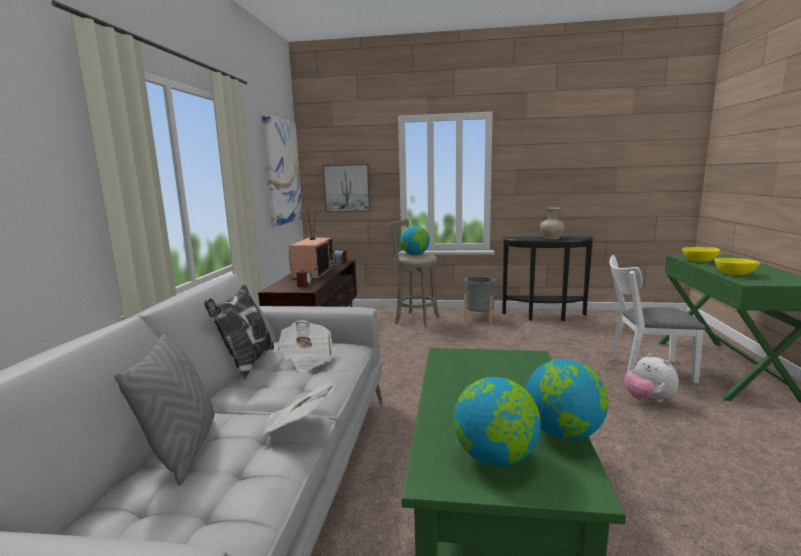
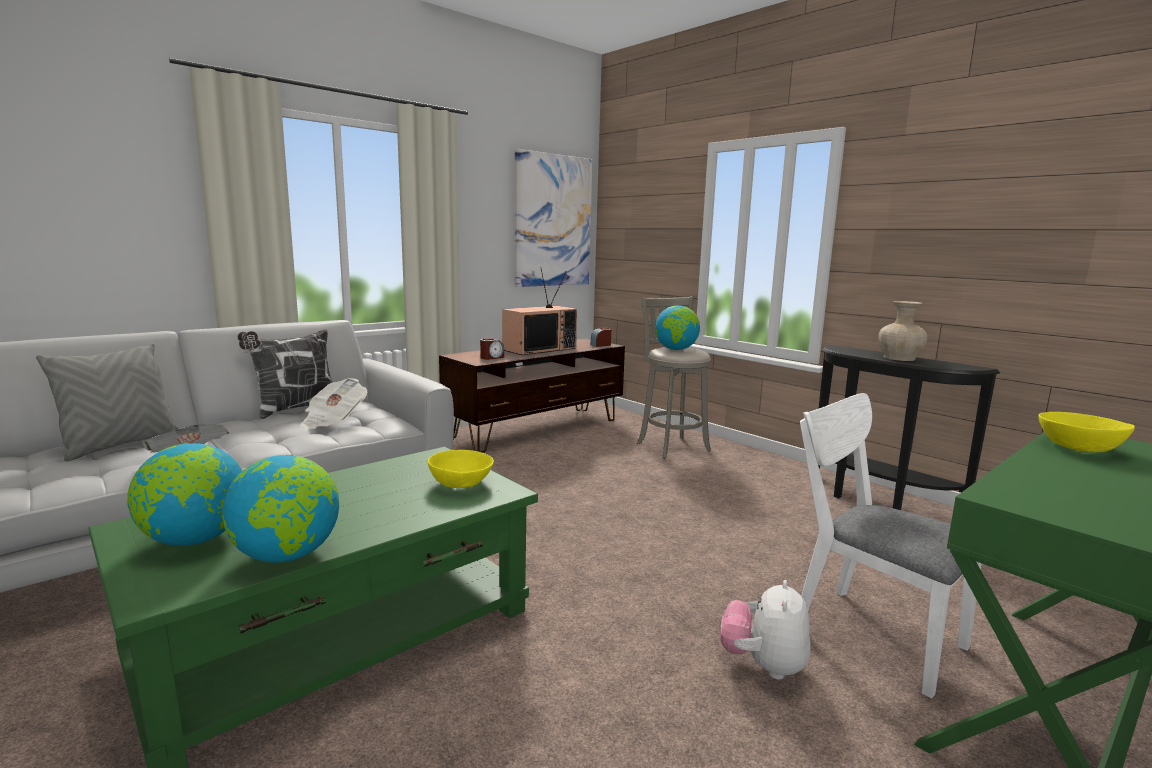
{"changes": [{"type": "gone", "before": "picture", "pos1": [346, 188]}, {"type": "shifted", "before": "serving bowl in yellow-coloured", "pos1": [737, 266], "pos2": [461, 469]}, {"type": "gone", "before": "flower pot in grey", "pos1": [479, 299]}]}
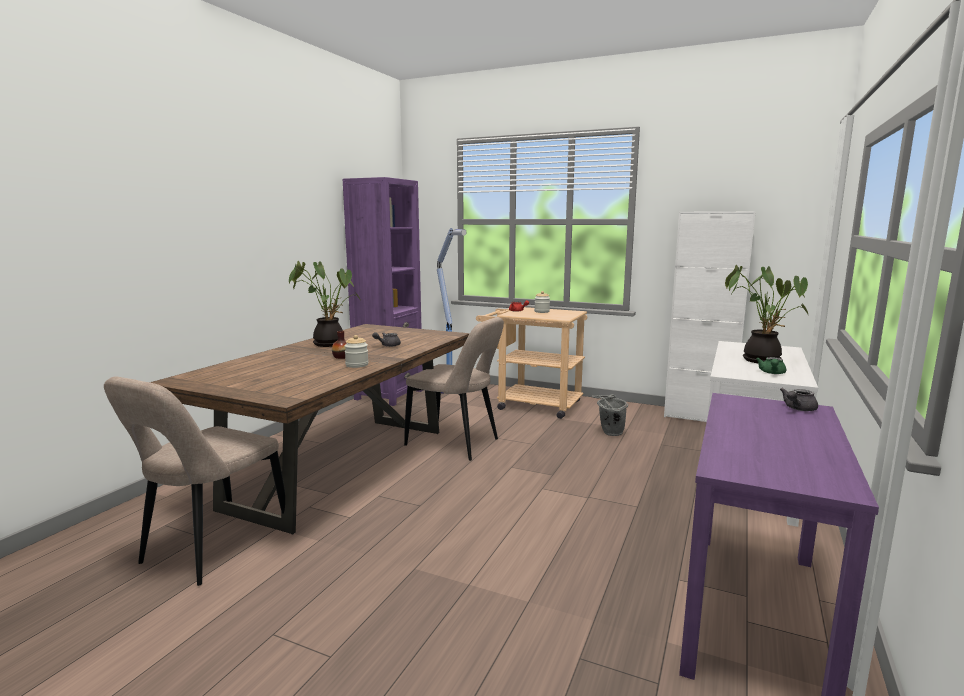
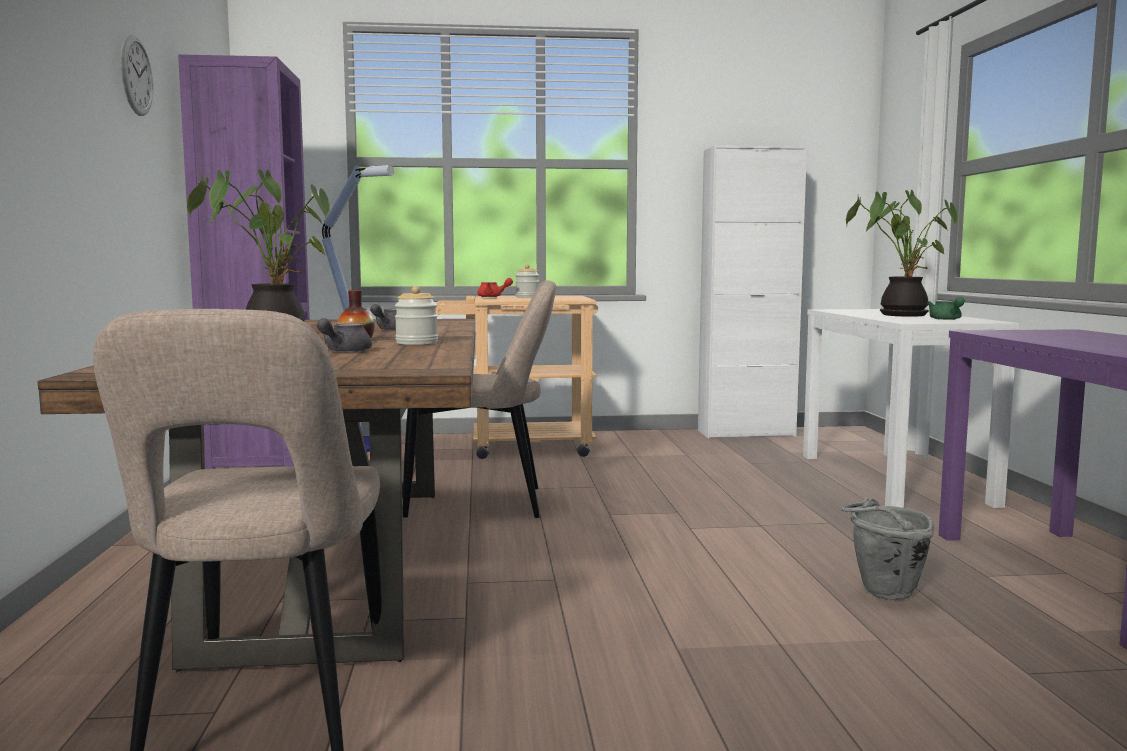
{"changes": [{"type": "shifted", "before": "tea pot in grey", "pos1": [799, 399], "pos2": [344, 335]}, {"type": "shifted", "before": "pail in grey", "pos1": [610, 415], "pos2": [887, 549]}, {"type": "new", "after": "clock on the wall", "pos2": [136, 75]}]}
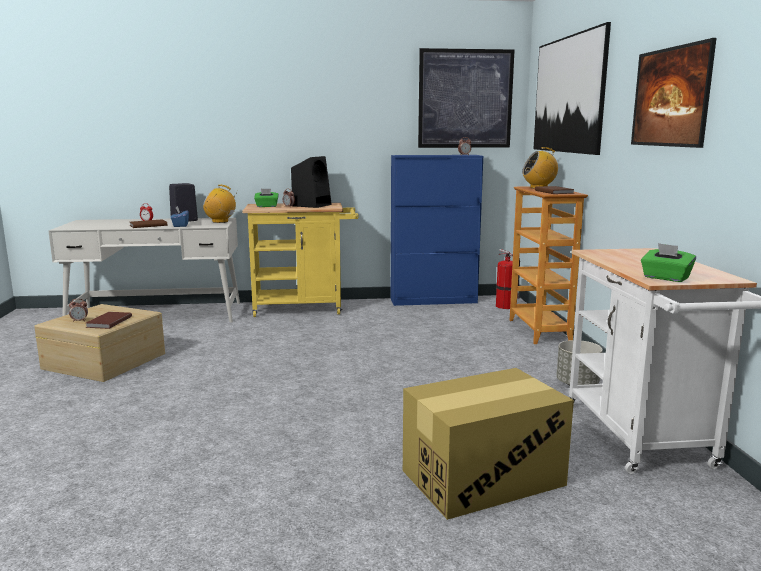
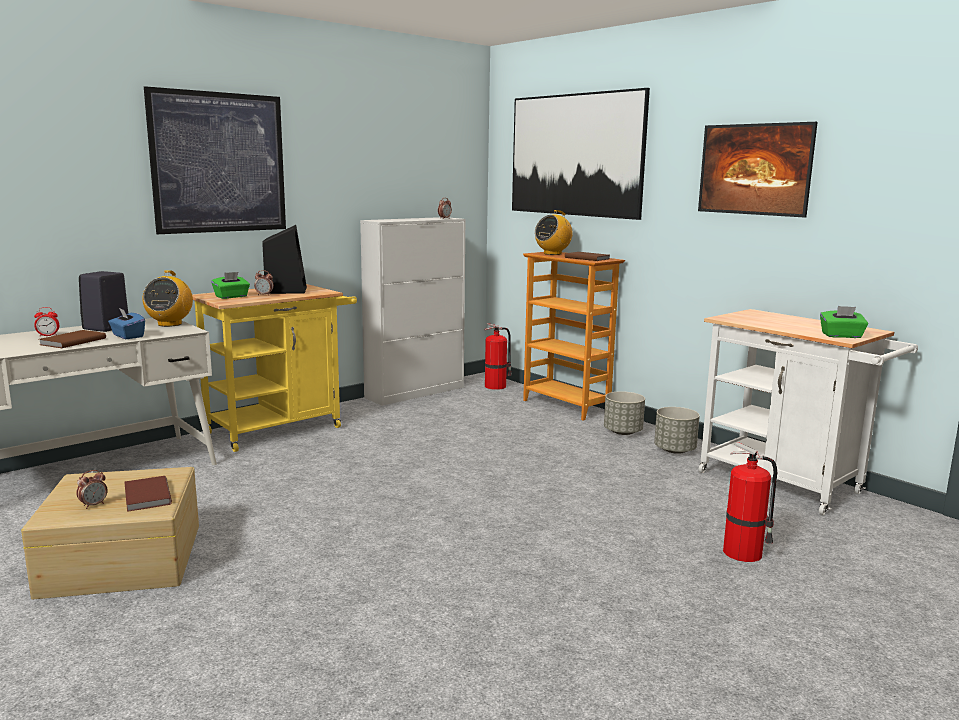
{"changes": [{"type": "shifted", "before": "picture", "pos1": [466, 98], "pos2": [215, 160]}, {"type": "repainted", "before": "cupboard in blue", "after": "cupboard in white", "pos1": [437, 230], "pos2": [413, 311]}, {"type": "rotated", "before": "radio", "pos1": [219, 204], "pos2": [167, 298], "turn": -60}, {"type": "swapped", "before": "cardboard box", "after": "extinguisher", "pos1": [488, 444], "pos2": [750, 502]}, {"type": "new", "after": "flower pot in grey", "pos2": [624, 413]}]}
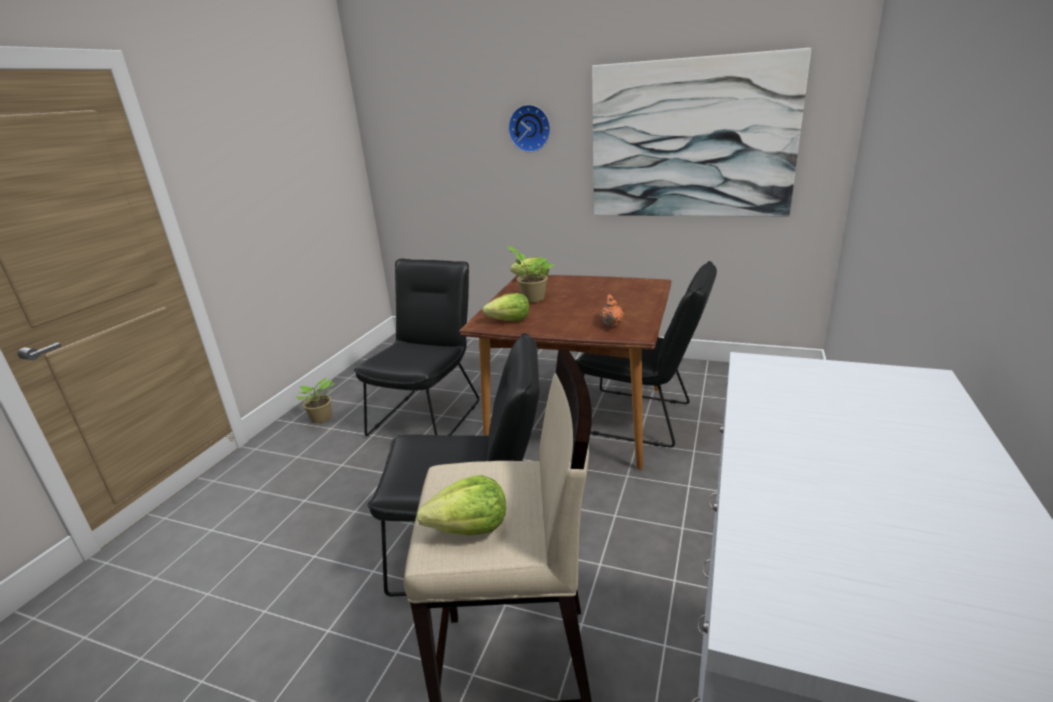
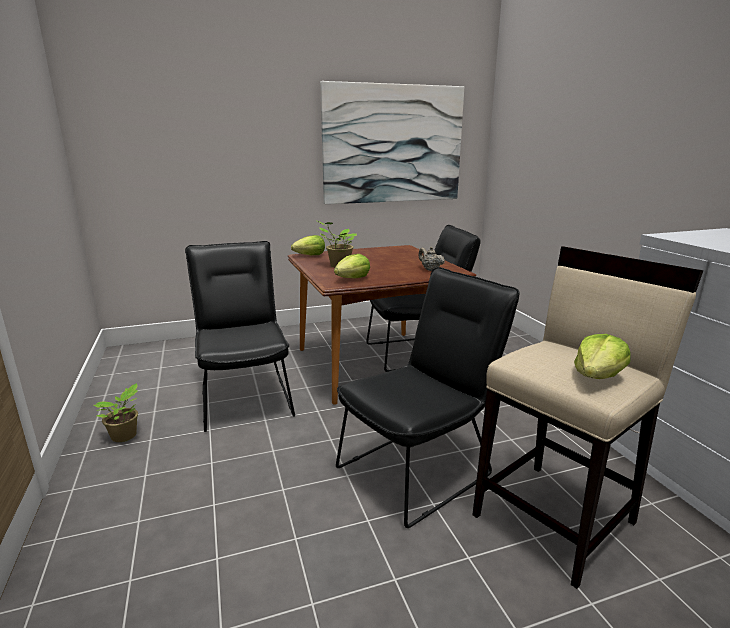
{"changes": [{"type": "gone", "before": "clock on the wall", "pos1": [529, 128]}, {"type": "repainted", "before": "tea pot in orangey", "after": "tea pot in sand-coloured", "pos1": [612, 311], "pos2": [431, 259]}]}
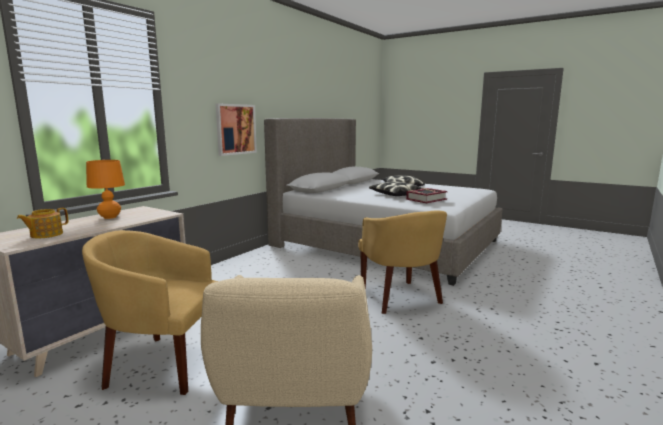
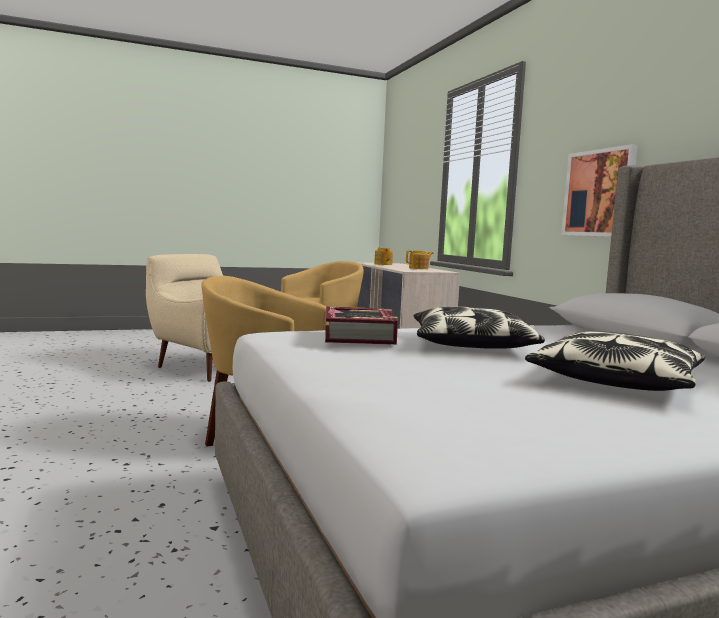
{"changes": [{"type": "swapped", "before": "tabletop lamp in orangey", "after": "tea pot", "pos1": [105, 189], "pos2": [419, 259]}]}
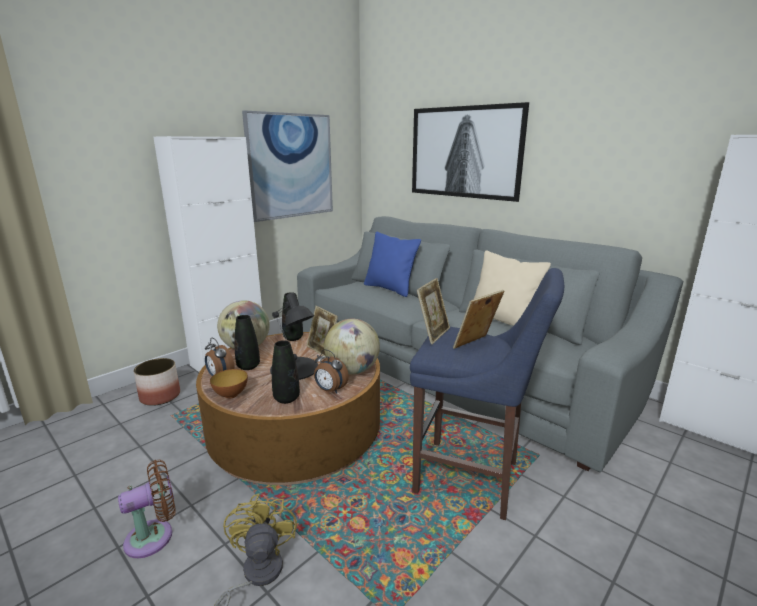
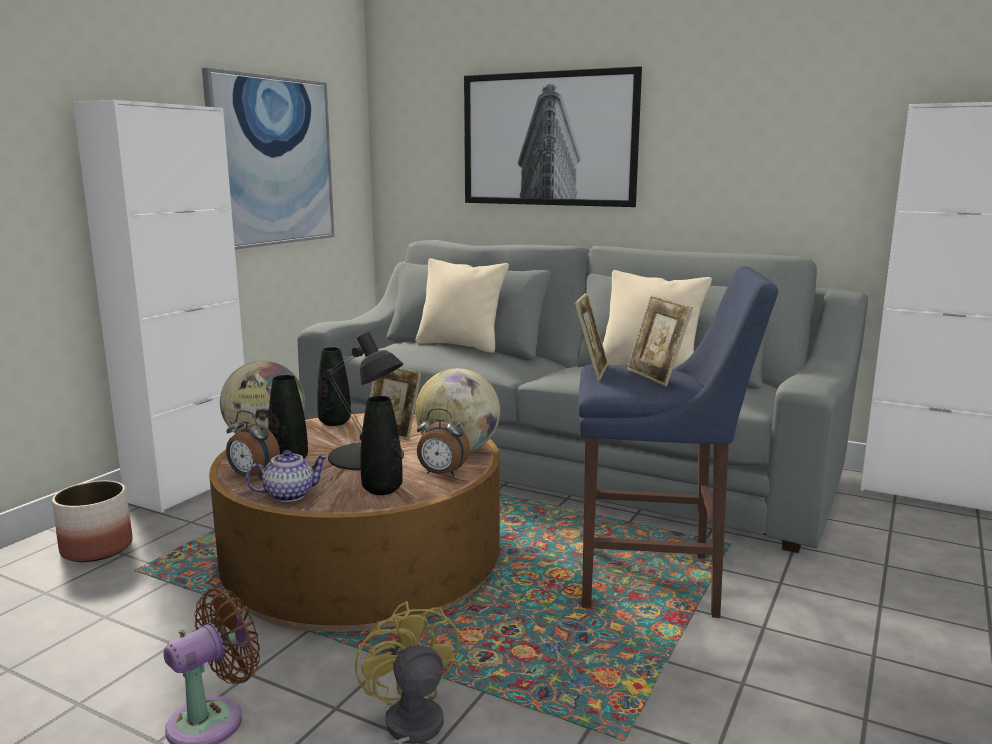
{"changes": [{"type": "repainted", "before": "cushion in blue", "after": "cushion in sand-coloured", "pos1": [392, 264], "pos2": [462, 305]}, {"type": "rotated", "before": "picture frame", "pos1": [478, 319], "pos2": [660, 340], "turn": -60}, {"type": "swapped", "before": "serving bowl", "after": "tea pot", "pos1": [229, 384], "pos2": [287, 476]}]}
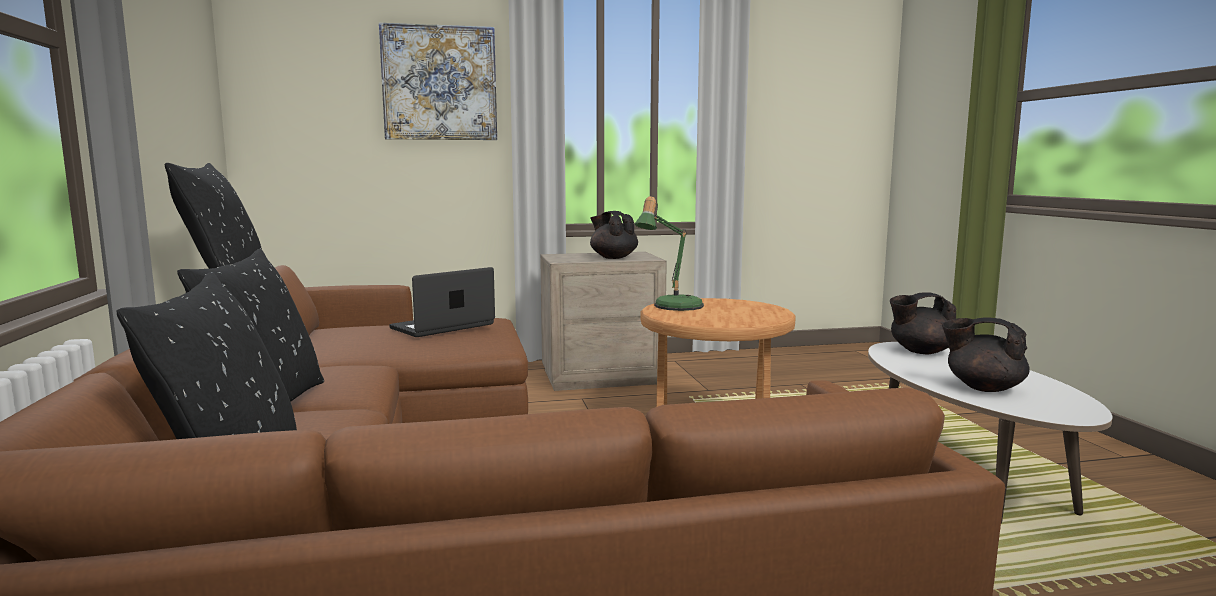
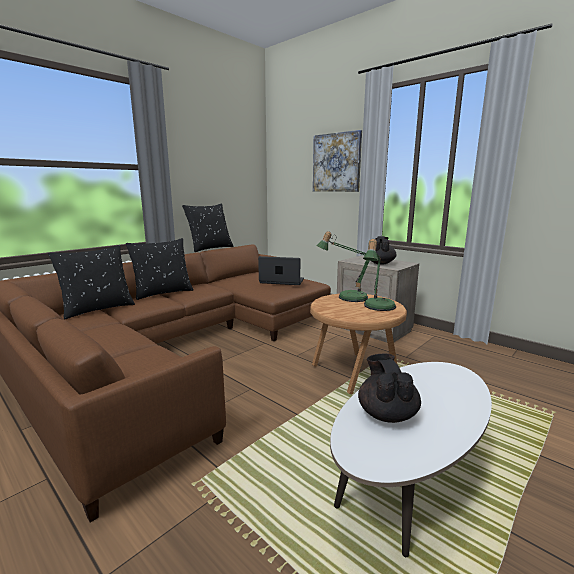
{"changes": [{"type": "gone", "before": "tea pot in blackish", "pos1": [923, 323]}, {"type": "new", "after": "tabletop lamp", "pos2": [379, 275]}]}
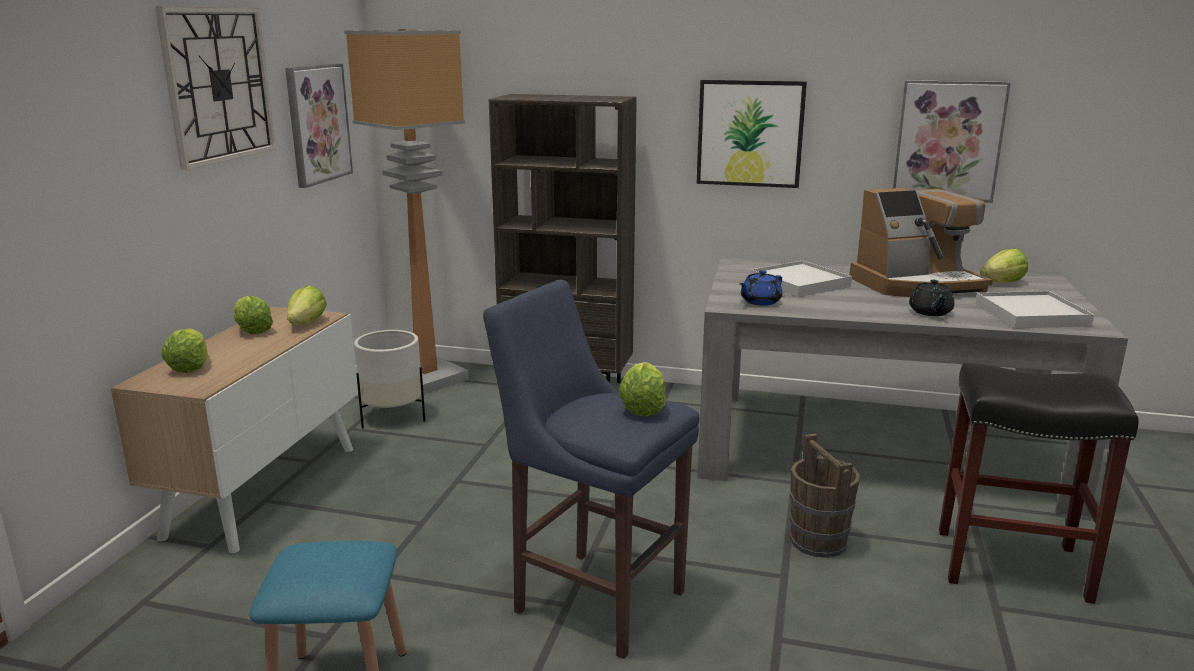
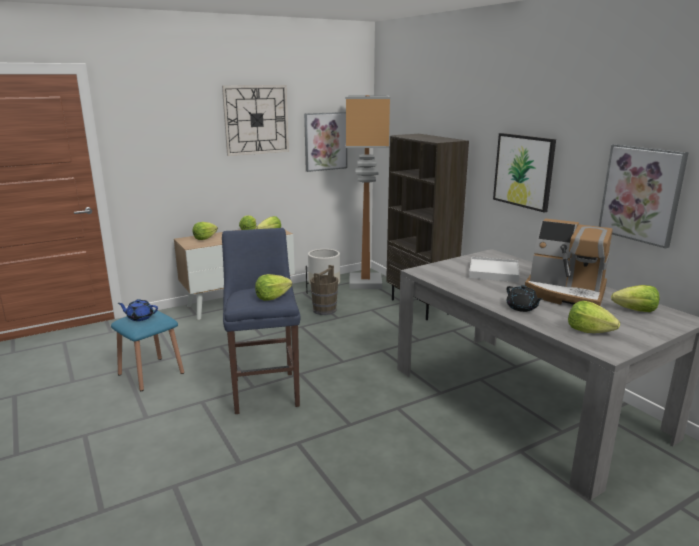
{"changes": [{"type": "shifted", "before": "tea pot in blue", "pos1": [761, 288], "pos2": [138, 310]}, {"type": "rotated", "before": "tea pot in blackish", "pos1": [931, 298], "pos2": [524, 298], "turn": -75}, {"type": "swapped", "before": "carrying tray in white", "after": "lettuce head", "pos1": [1034, 309], "pos2": [594, 317]}, {"type": "gone", "before": "sitting stool in blackish", "pos1": [1038, 483]}, {"type": "shifted", "before": "pail in brown-coloured", "pos1": [825, 496], "pos2": [324, 290]}]}
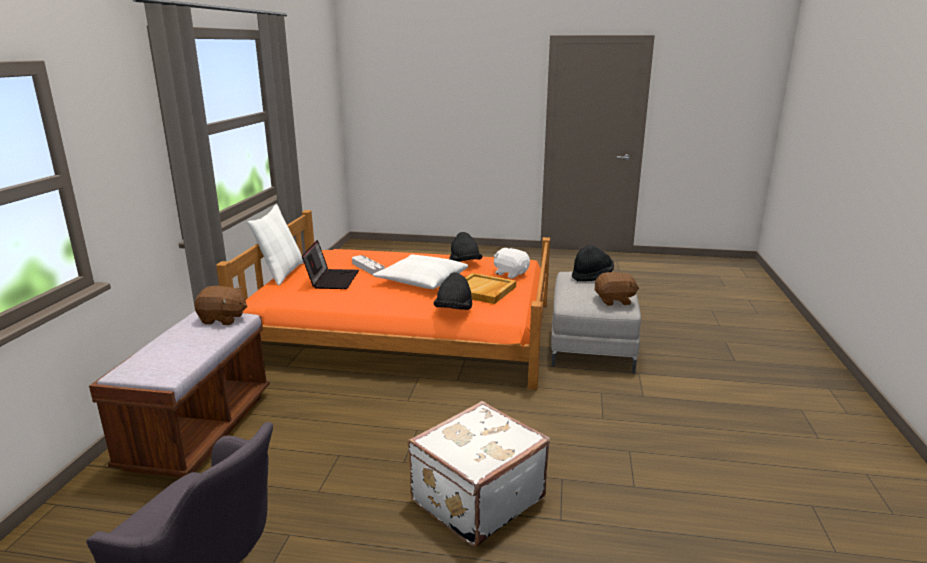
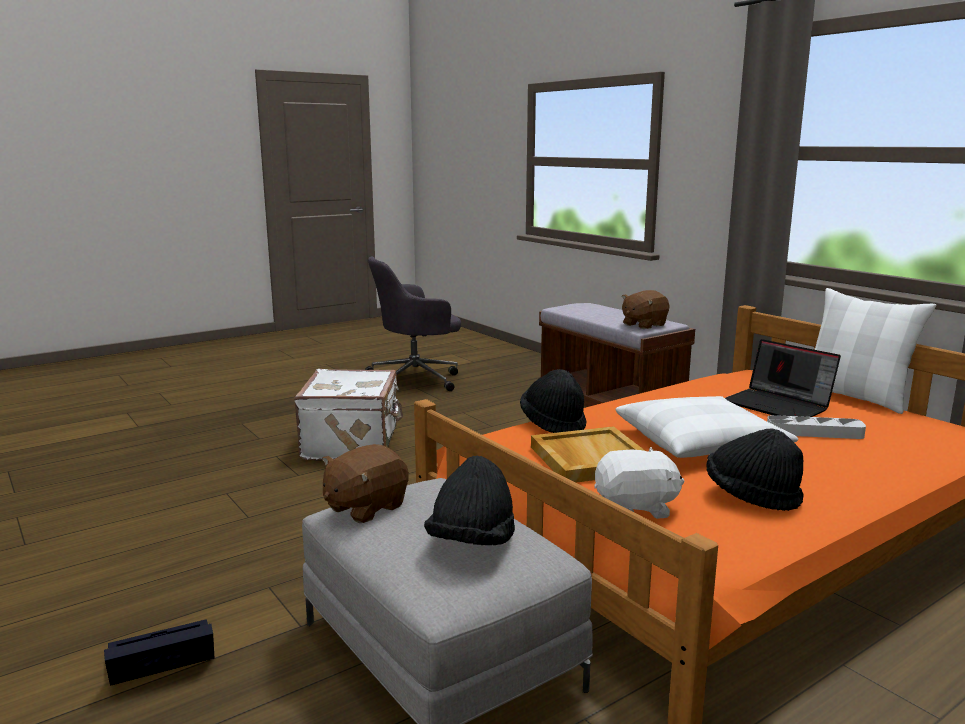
{"changes": [{"type": "new", "after": "storage bin in blackish", "pos2": [159, 652]}]}
